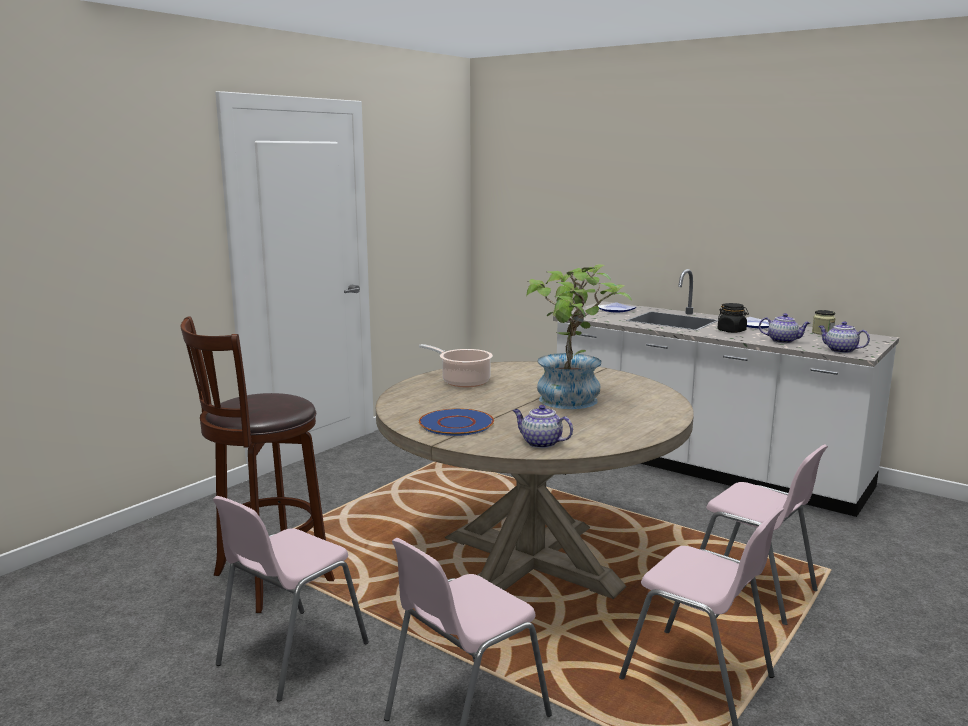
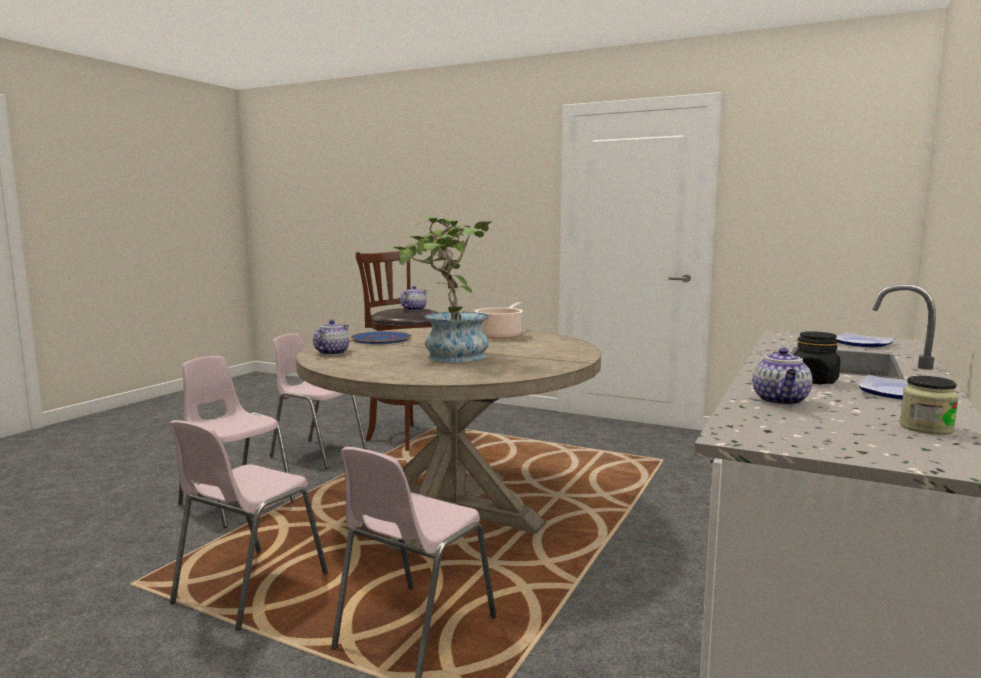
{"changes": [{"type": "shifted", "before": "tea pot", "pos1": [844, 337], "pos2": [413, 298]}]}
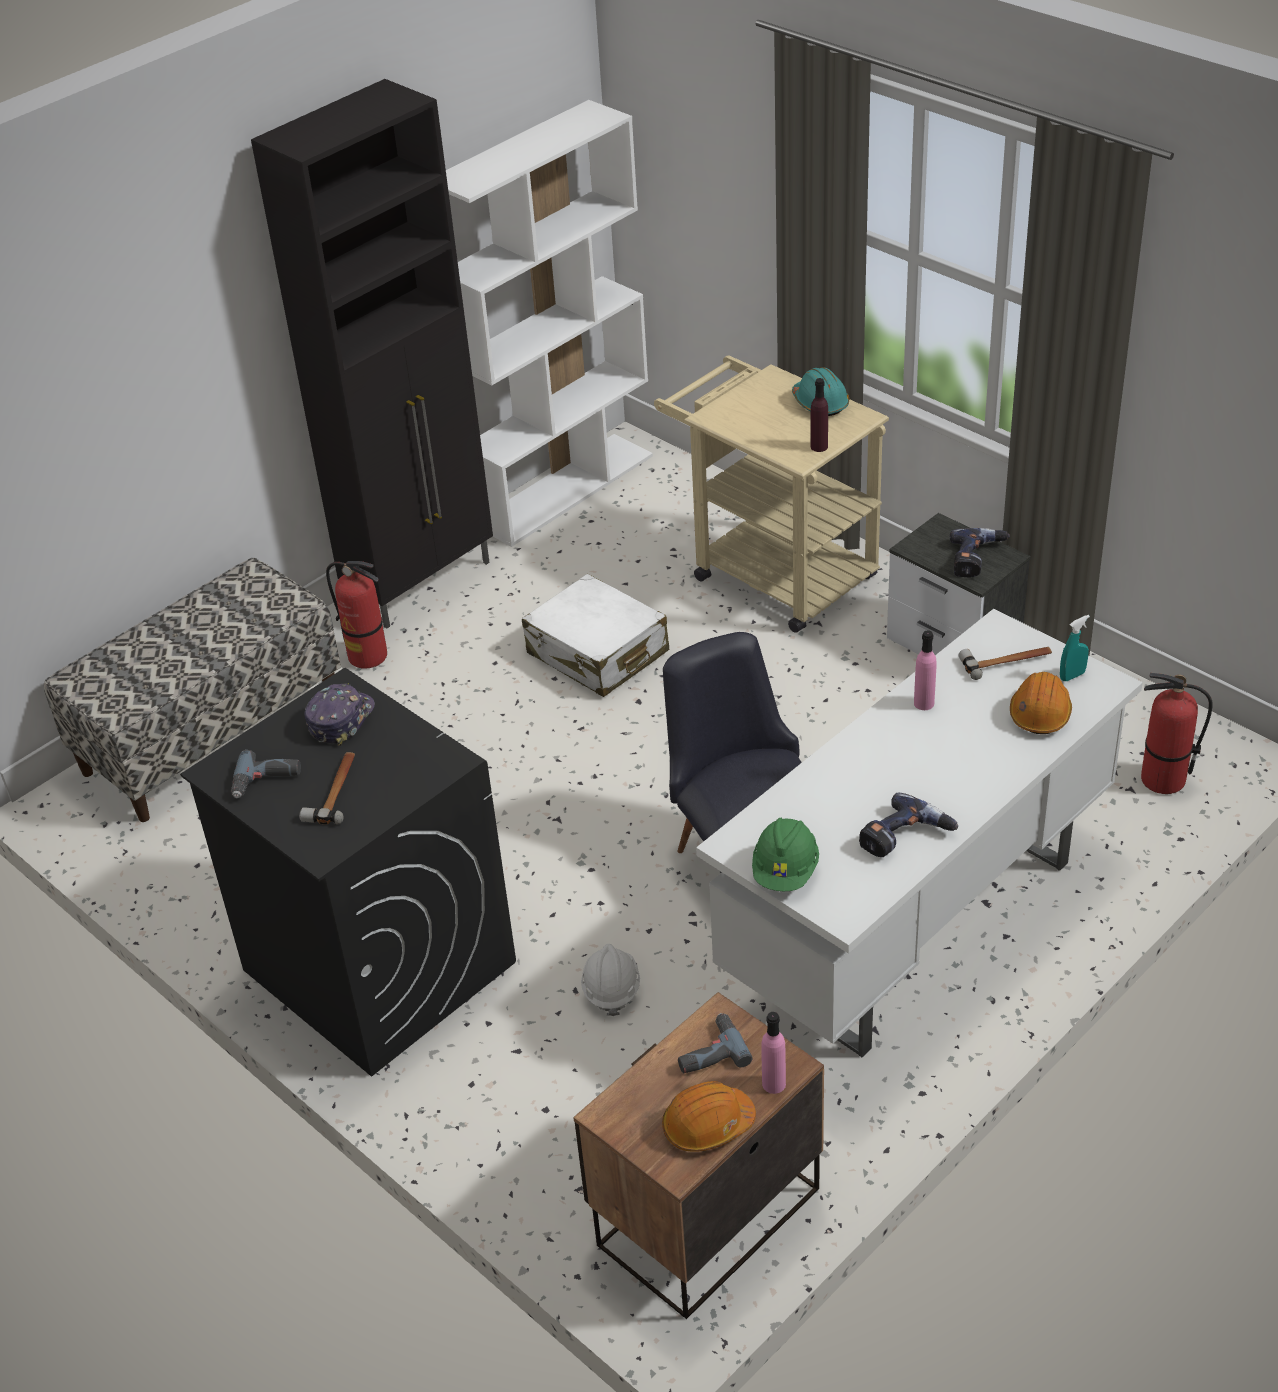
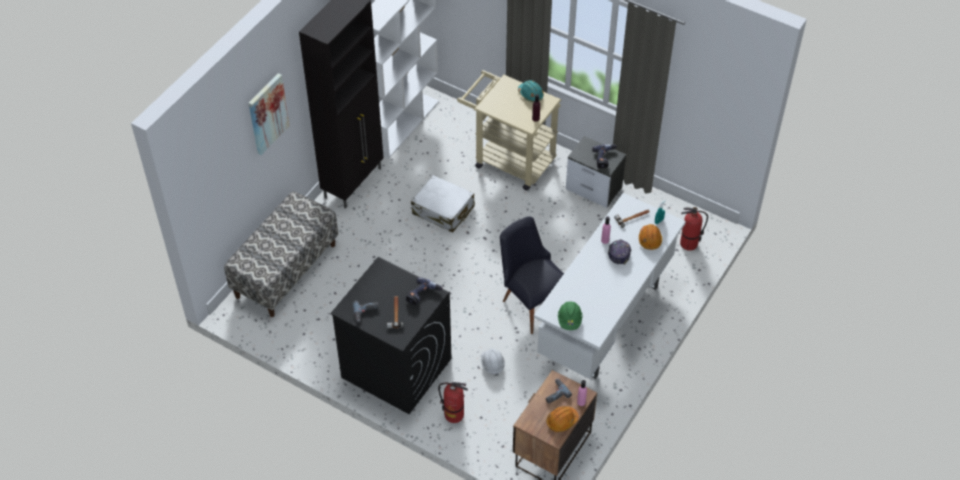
{"changes": [{"type": "shifted", "before": "extinguisher", "pos1": [356, 615], "pos2": [453, 402]}, {"type": "shifted", "before": "cap", "pos1": [339, 714], "pos2": [619, 252]}, {"type": "shifted", "before": "power drill", "pos1": [908, 825], "pos2": [424, 291]}, {"type": "new", "after": "picture", "pos2": [269, 114]}]}
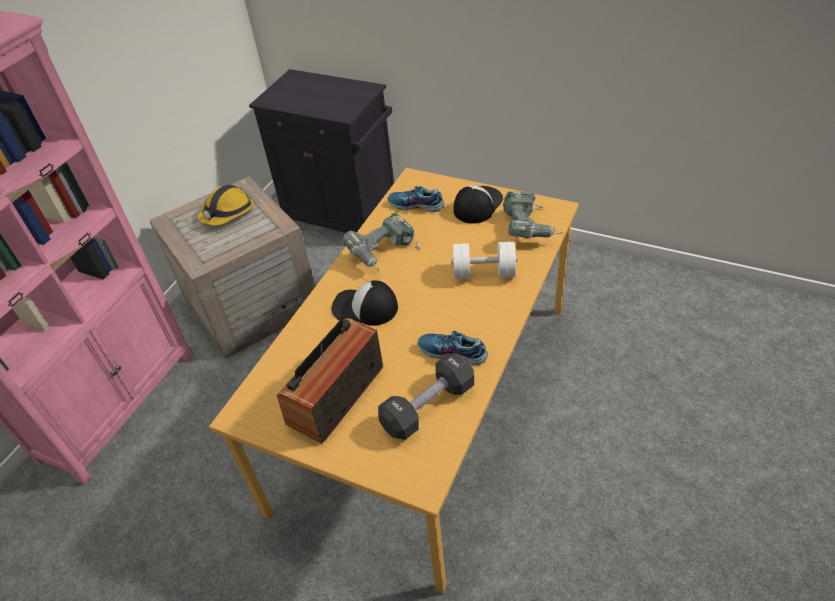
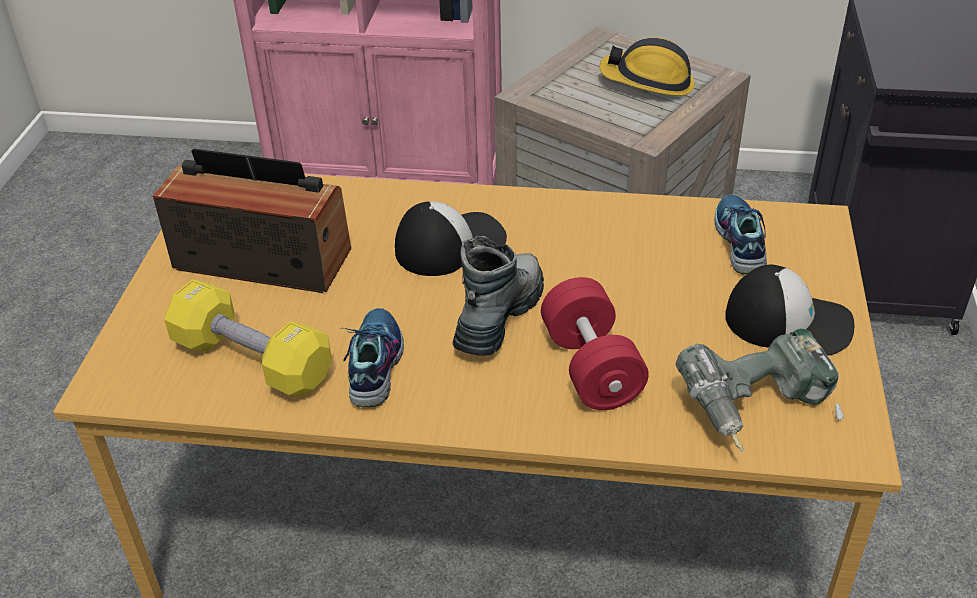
{"changes": [{"type": "gone", "before": "power drill", "pos1": [381, 242]}, {"type": "repainted", "before": "dumbbell in white", "after": "dumbbell in red", "pos1": [484, 260], "pos2": [595, 343]}, {"type": "rotated", "before": "cap", "pos1": [365, 303], "pos2": [451, 238], "turn": 60}, {"type": "repainted", "before": "dumbbell in blackish", "after": "dumbbell in yellow-coloured", "pos1": [426, 396], "pos2": [248, 338]}, {"type": "new", "after": "high-top boot", "pos2": [498, 296]}]}
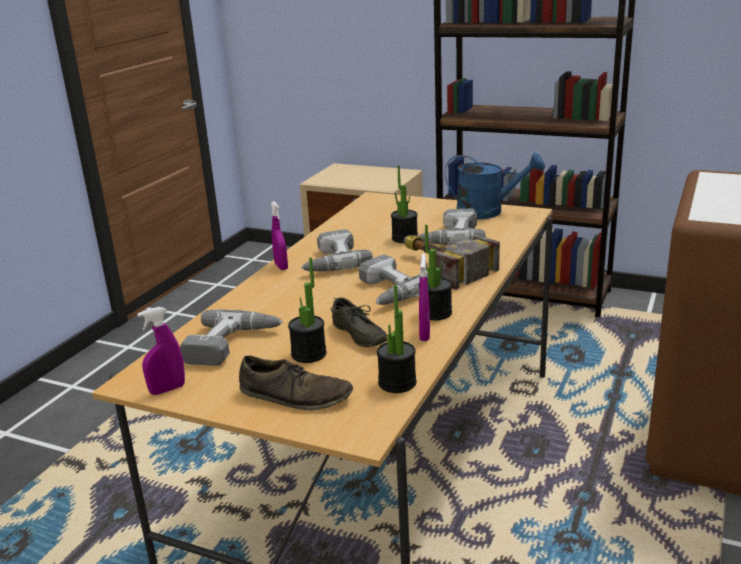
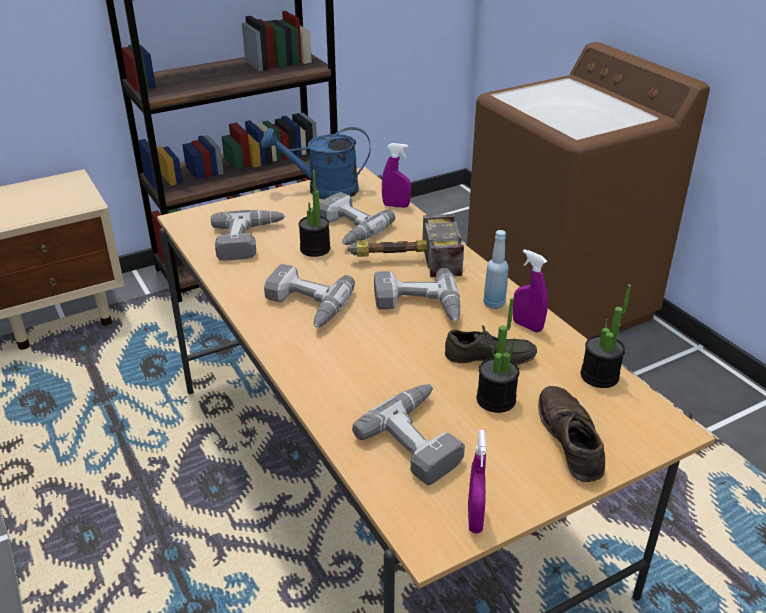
{"changes": [{"type": "rotated", "before": "sprinkling can in blue", "pos1": [495, 185], "pos2": [315, 163], "turn": -135}, {"type": "shifted", "before": "hand sprayer in purple-coloured", "pos1": [279, 235], "pos2": [396, 175]}, {"type": "swapped", "before": "houseplant", "after": "beverage bottle in blue", "pos1": [435, 272], "pos2": [496, 269]}, {"type": "rotated", "before": "item of footwear in brown-coloured", "pos1": [296, 383], "pos2": [571, 434], "turn": -60}, {"type": "new", "after": "power drill", "pos2": [248, 235]}]}
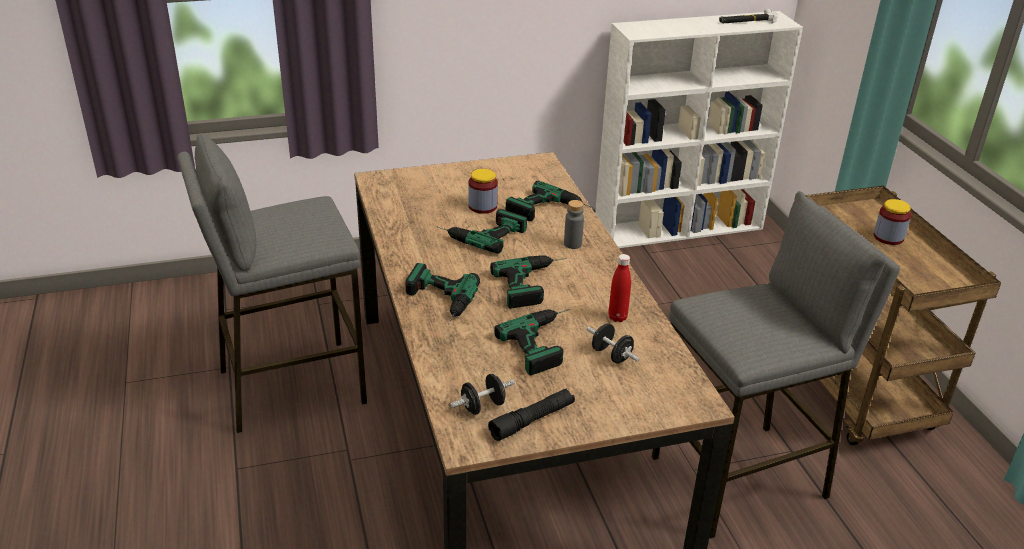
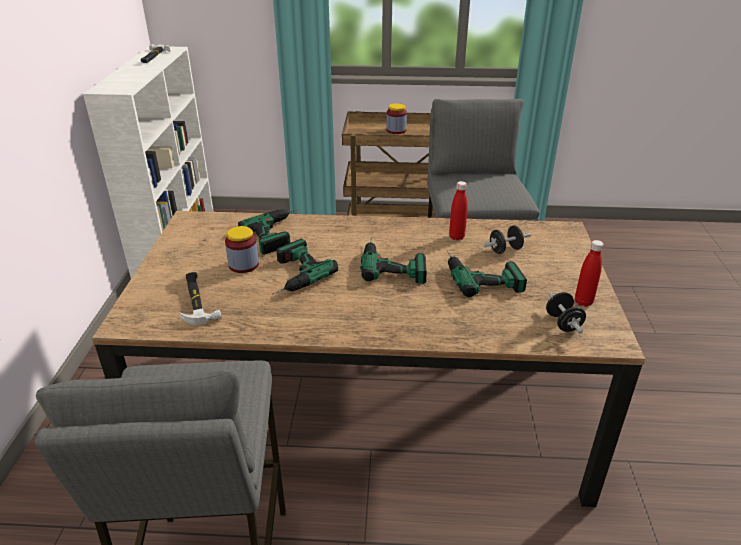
{"changes": [{"type": "gone", "before": "beverage bottle in grey", "pos1": [574, 224]}, {"type": "gone", "before": "power drill", "pos1": [442, 294]}, {"type": "swapped", "before": "hand torch in blackish", "after": "beverage bottle in red", "pos1": [531, 414], "pos2": [589, 273]}, {"type": "new", "after": "hand hammer", "pos2": [201, 298]}]}
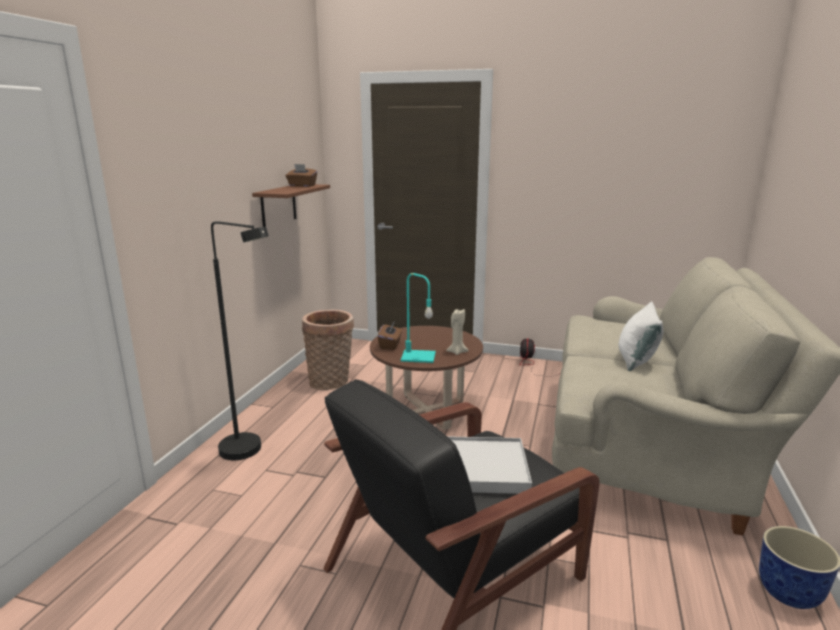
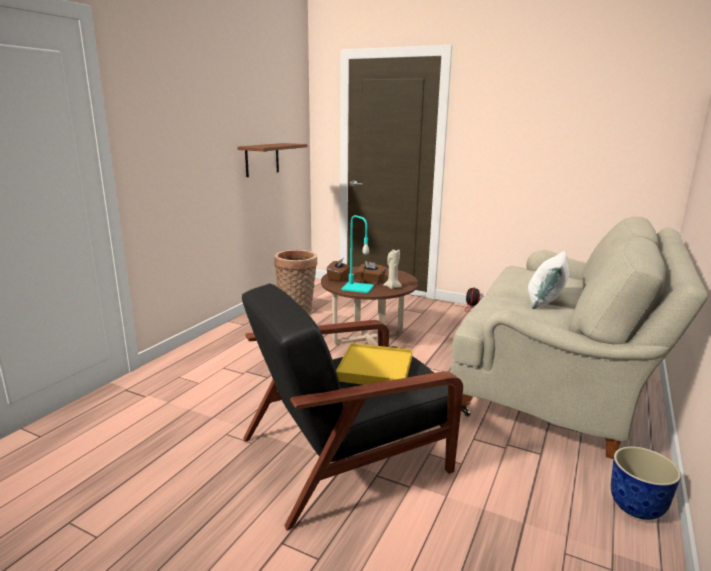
{"changes": [{"type": "shifted", "before": "box of tissues in brown-coloured", "pos1": [301, 175], "pos2": [371, 272]}, {"type": "gone", "before": "standard lamp in blackish", "pos1": [240, 340]}, {"type": "repainted", "before": "carrying tray in white", "after": "carrying tray in yellow-coloured", "pos1": [489, 465], "pos2": [374, 364]}]}
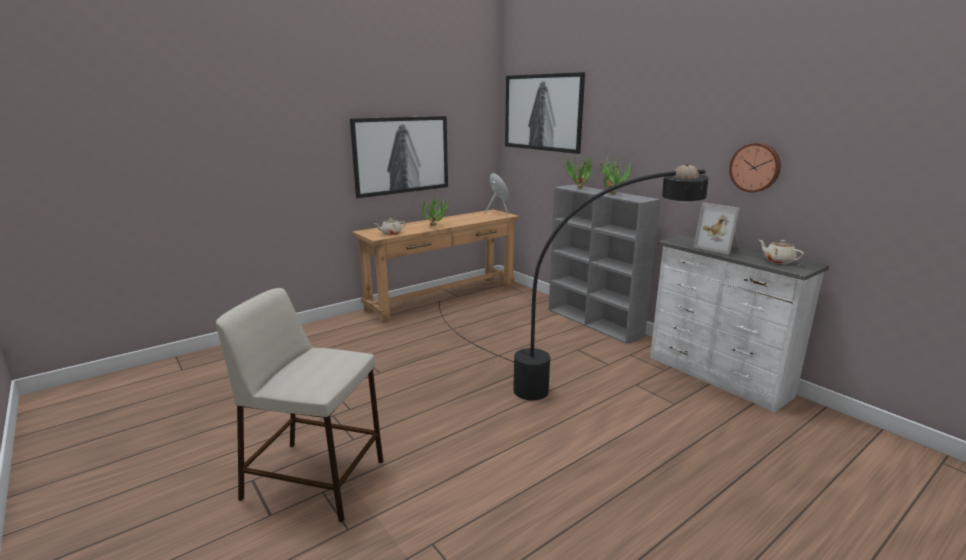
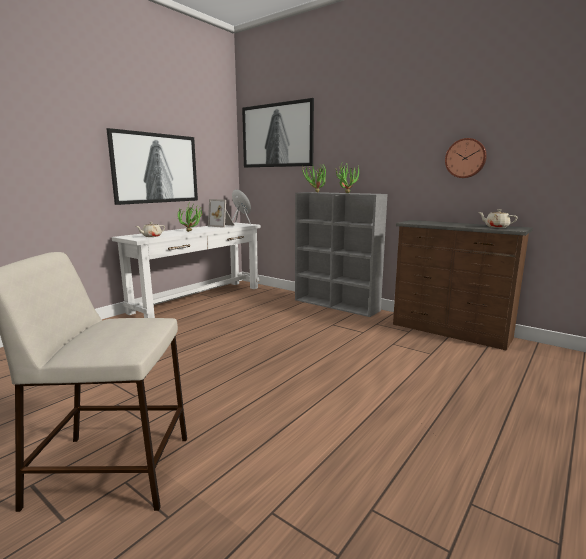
{"changes": [{"type": "gone", "before": "standard lamp in blackish", "pos1": [574, 282]}, {"type": "shifted", "before": "picture frame", "pos1": [716, 228], "pos2": [221, 213]}, {"type": "repainted", "before": "hall table in brown-coloured", "after": "hall table in white", "pos1": [435, 266], "pos2": [186, 270]}, {"type": "repainted", "before": "dresser in white", "after": "dresser in brown-coloured", "pos1": [739, 323], "pos2": [463, 285]}]}
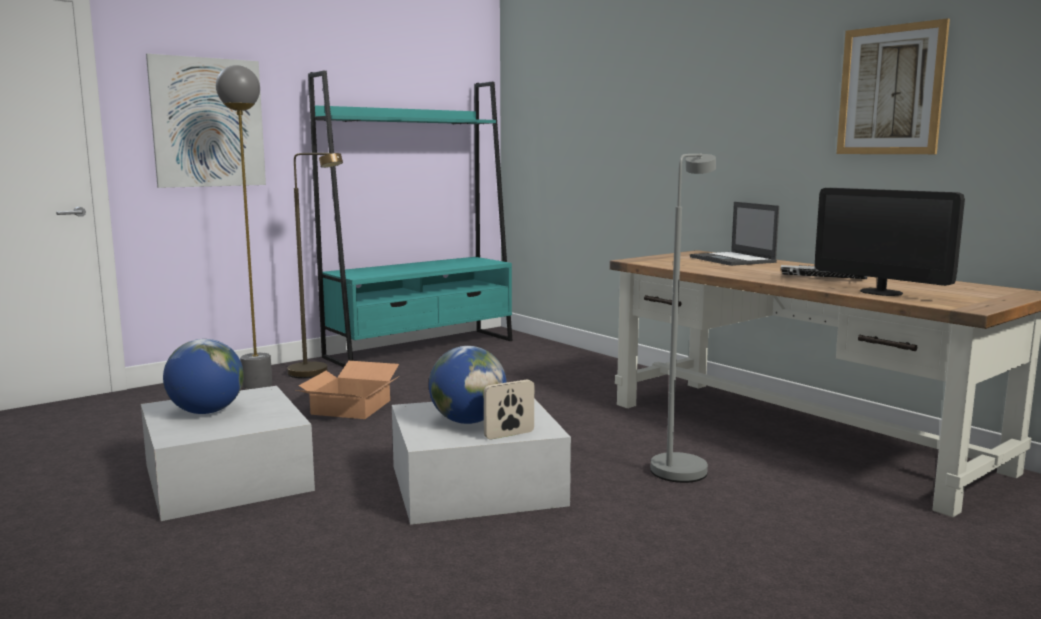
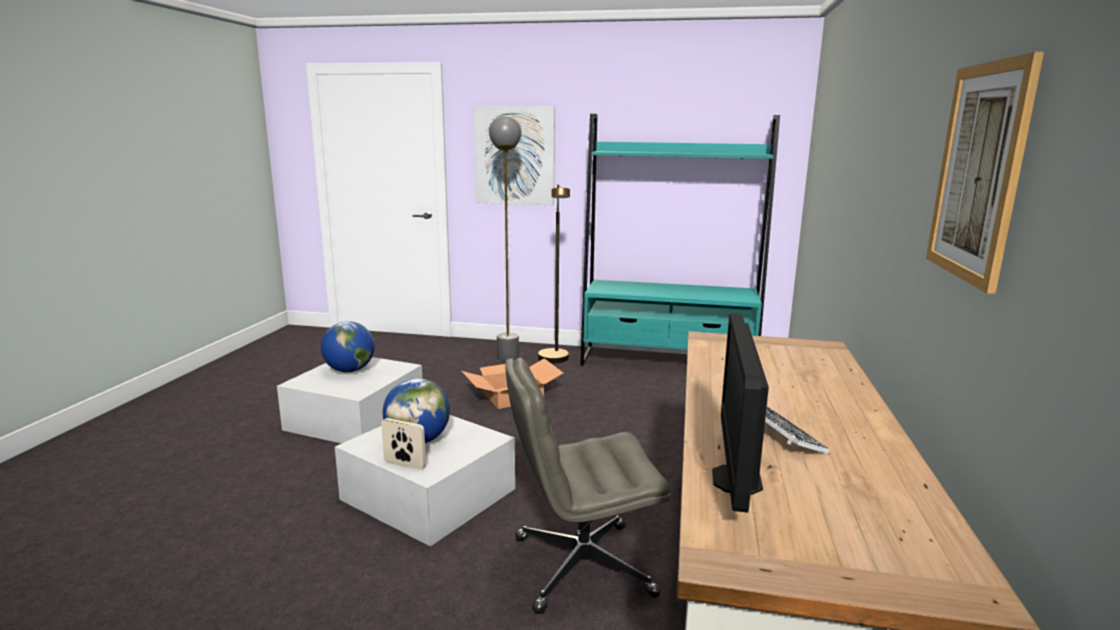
{"changes": [{"type": "swapped", "before": "standard lamp in grey", "after": "computer chair in grey", "pos1": [683, 318], "pos2": [588, 486]}, {"type": "gone", "before": "portable computer", "pos1": [734, 234]}]}
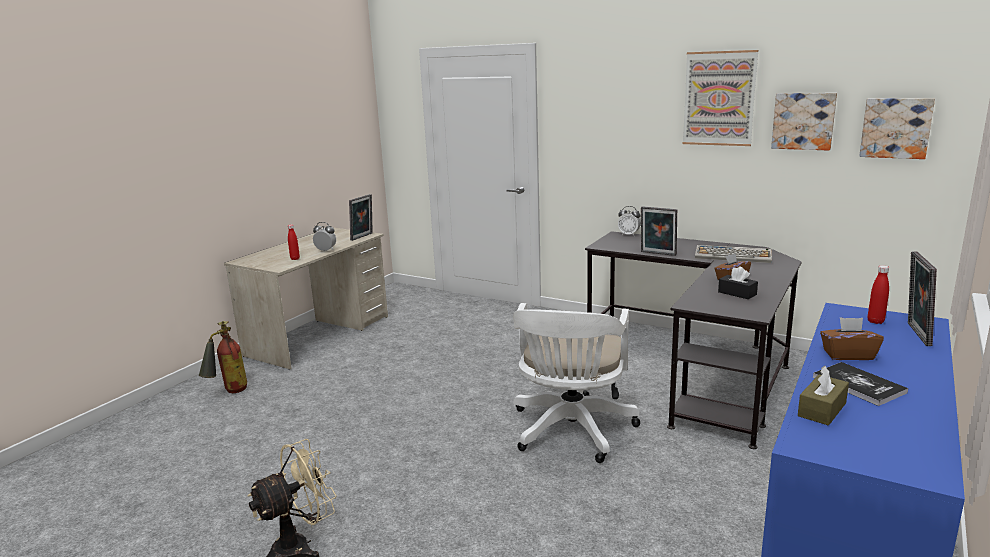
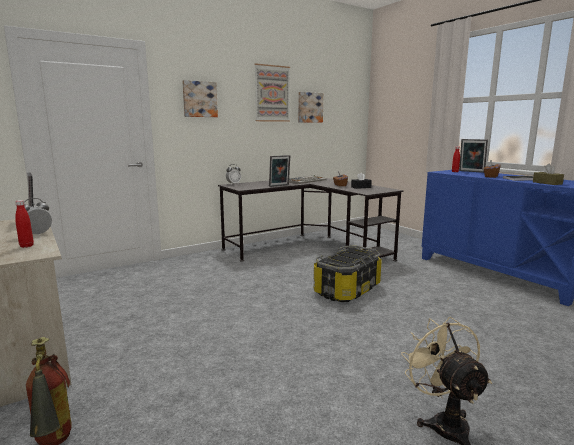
{"changes": [{"type": "shifted", "before": "picture", "pos1": [897, 128], "pos2": [200, 98]}, {"type": "swapped", "before": "computer chair in white", "after": "storage bin", "pos1": [576, 383], "pos2": [347, 274]}]}
